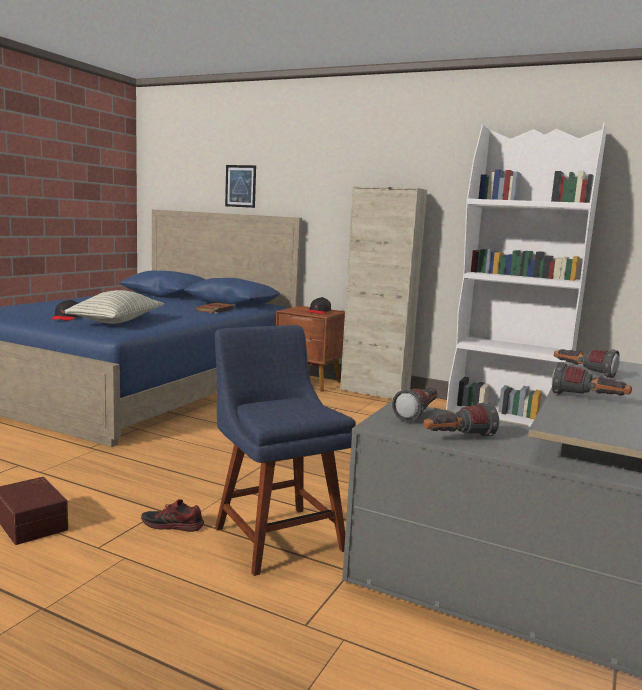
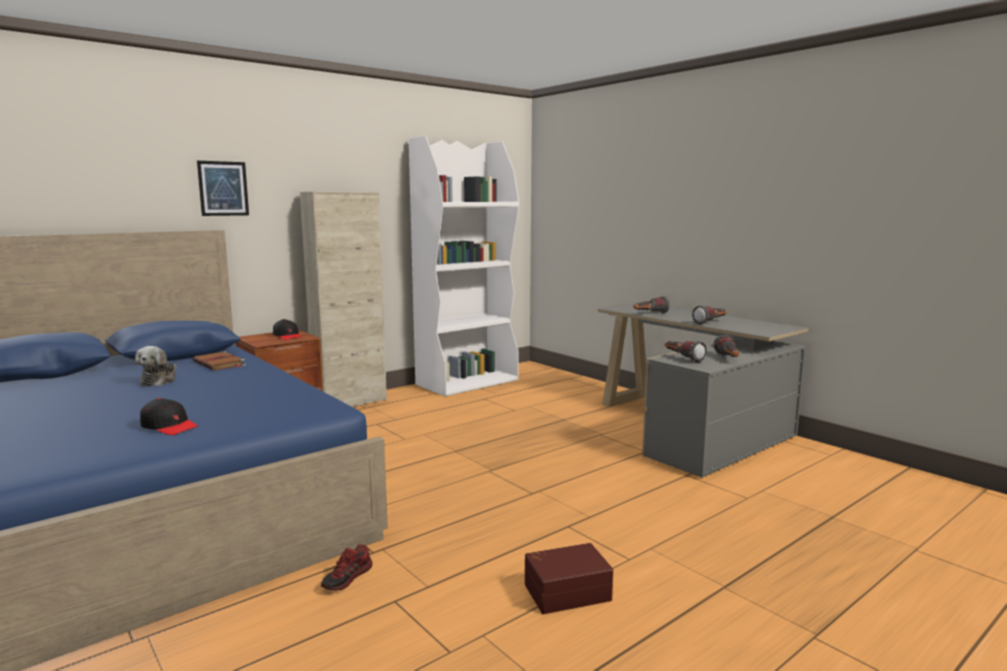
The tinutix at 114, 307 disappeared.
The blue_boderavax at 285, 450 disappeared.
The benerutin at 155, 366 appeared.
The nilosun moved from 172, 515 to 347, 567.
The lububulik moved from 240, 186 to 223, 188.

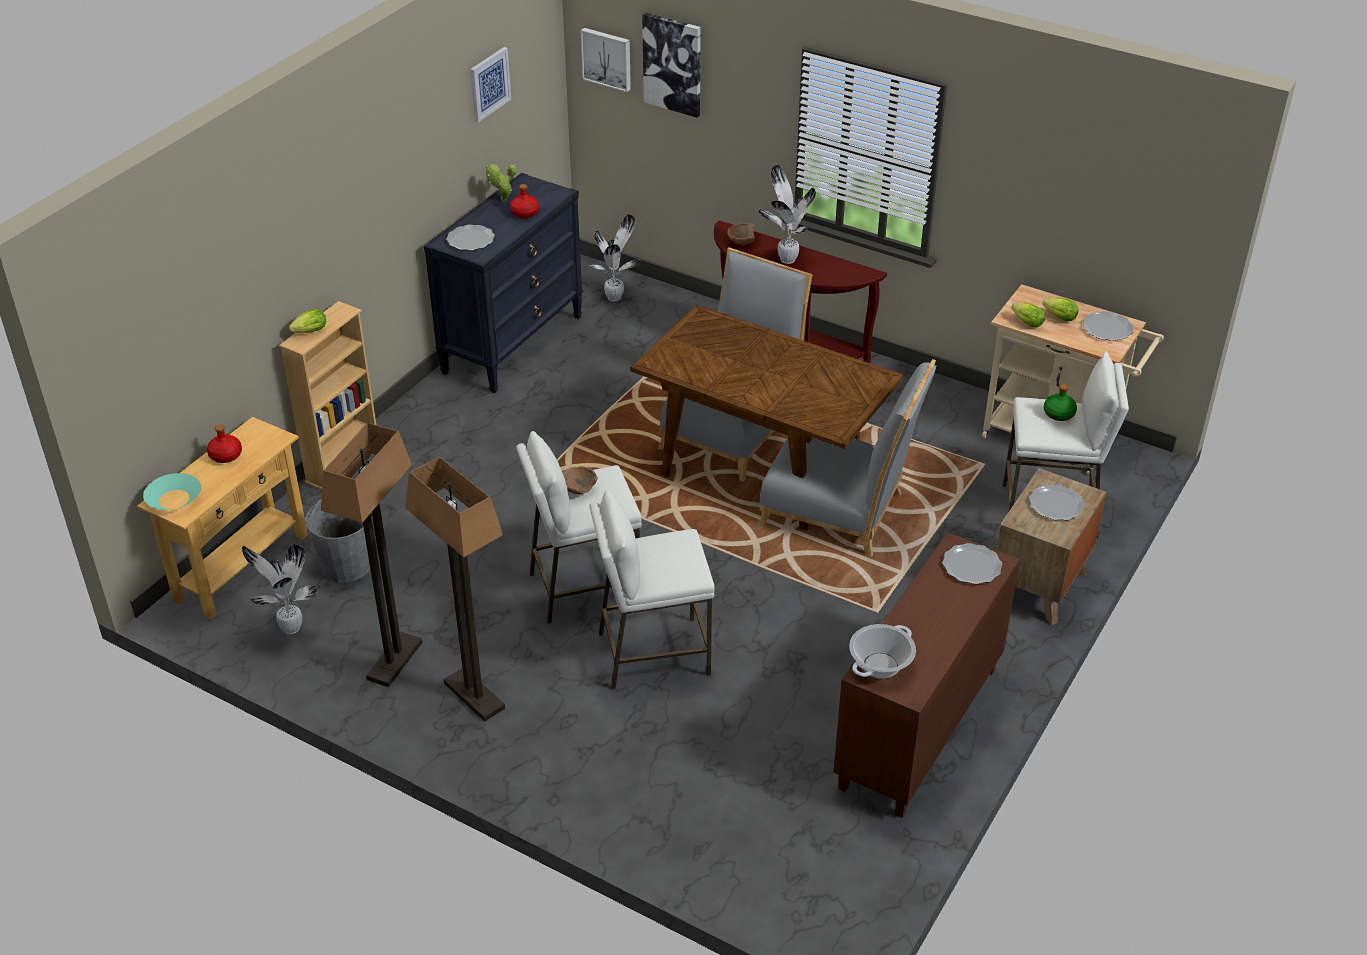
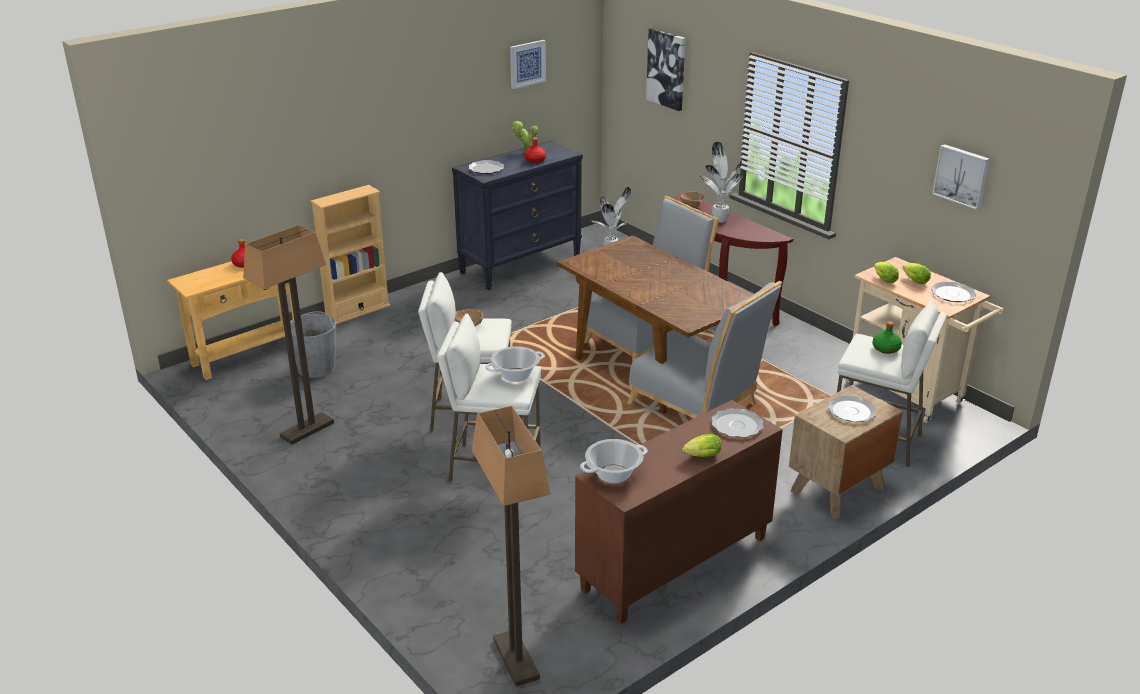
The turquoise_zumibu at 172, 491 disappeared.
The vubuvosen at 279, 589 disappeared.
The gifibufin at 515, 364 appeared.
The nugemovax moved from 307, 321 to 702, 445.
The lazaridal moved from 455, 589 to 511, 546.
The lububulik moved from 606, 60 to 961, 177.

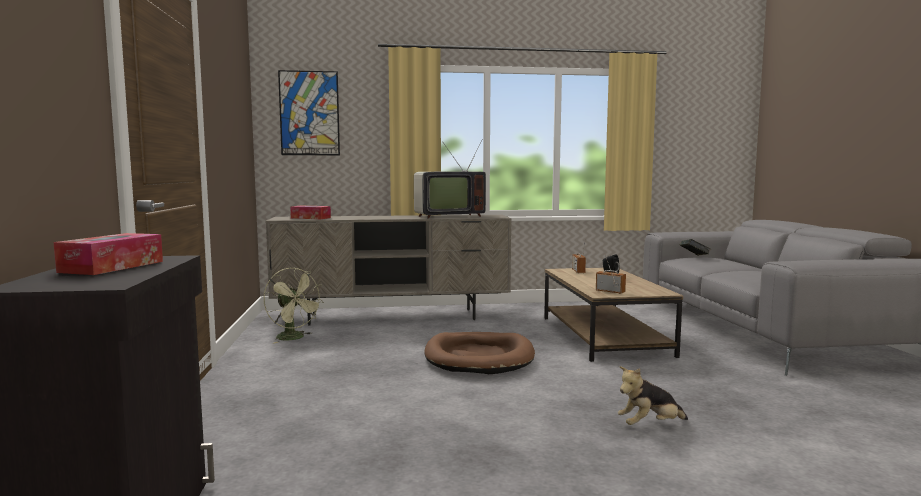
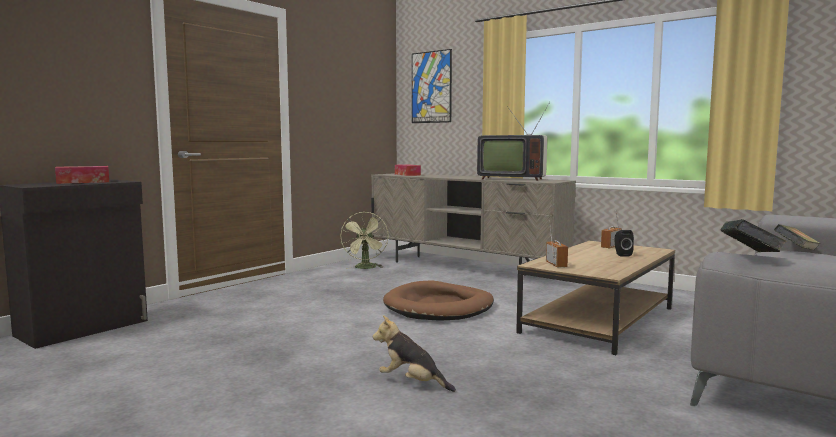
The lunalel at 754, 235 appeared.

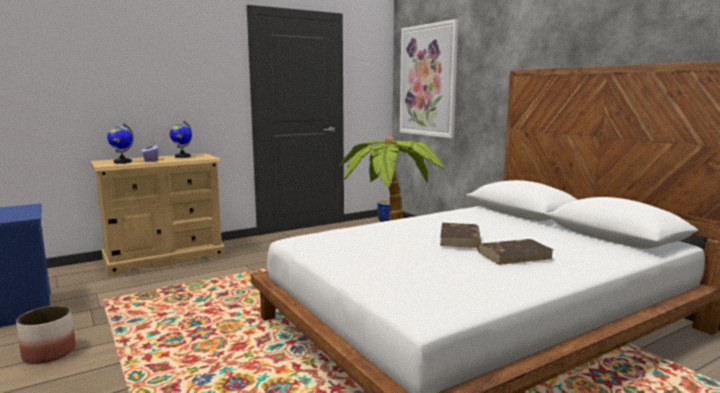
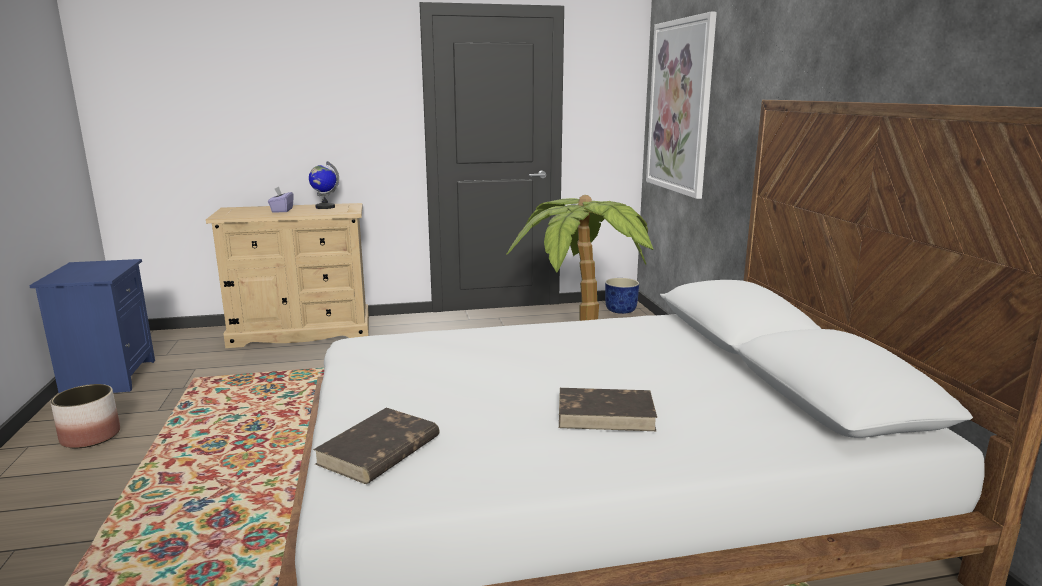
The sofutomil at 120, 143 disappeared.
The brown_lunalel moved from 460, 235 to 376, 446.

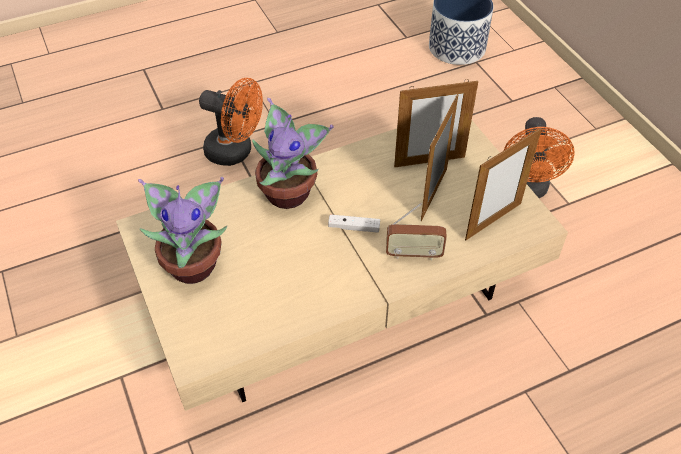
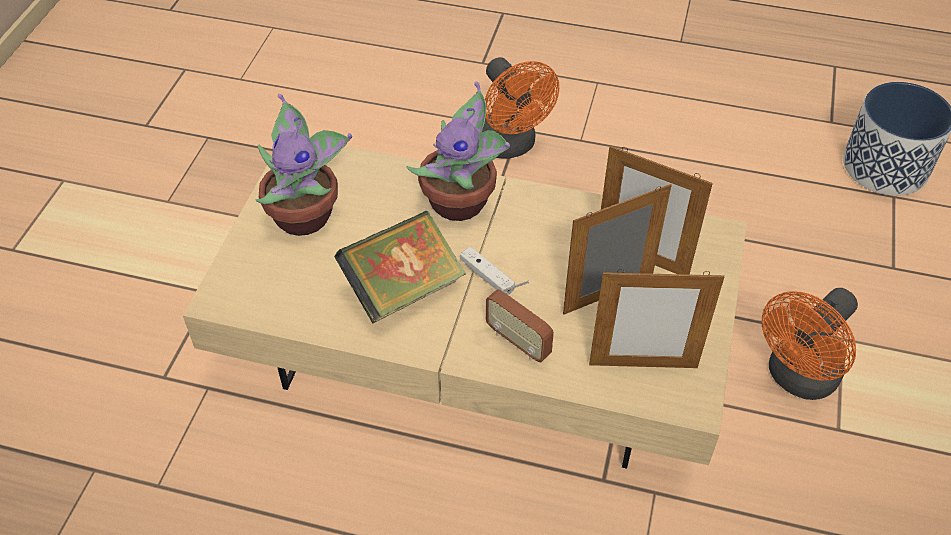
The lunalel at 400, 267 appeared.

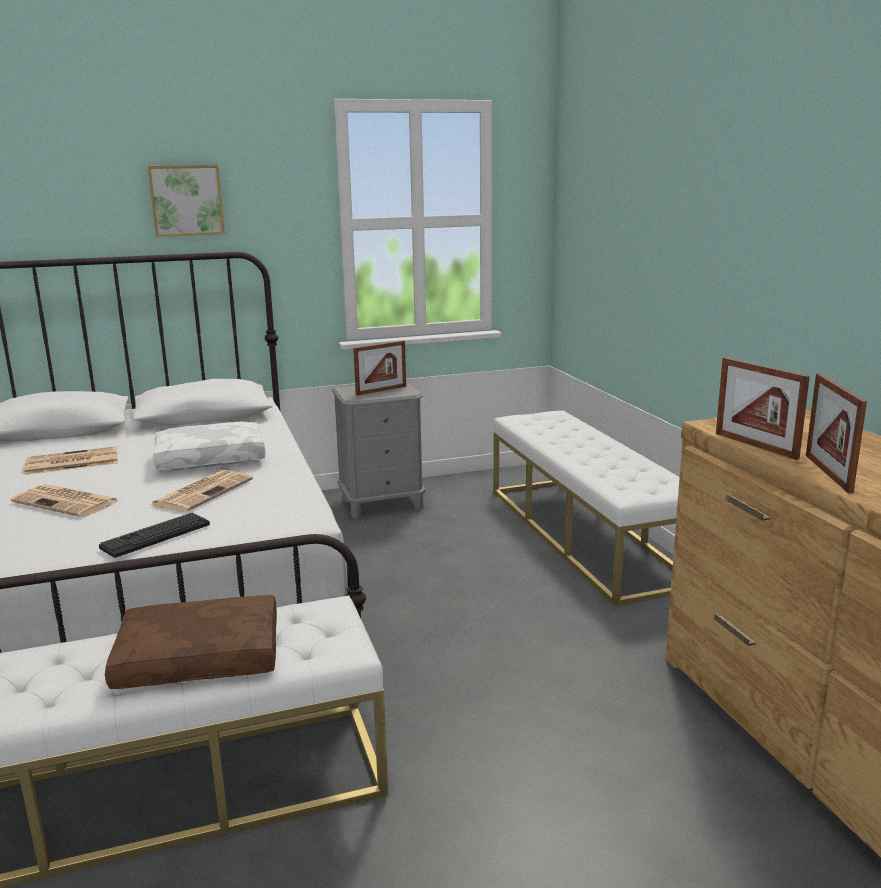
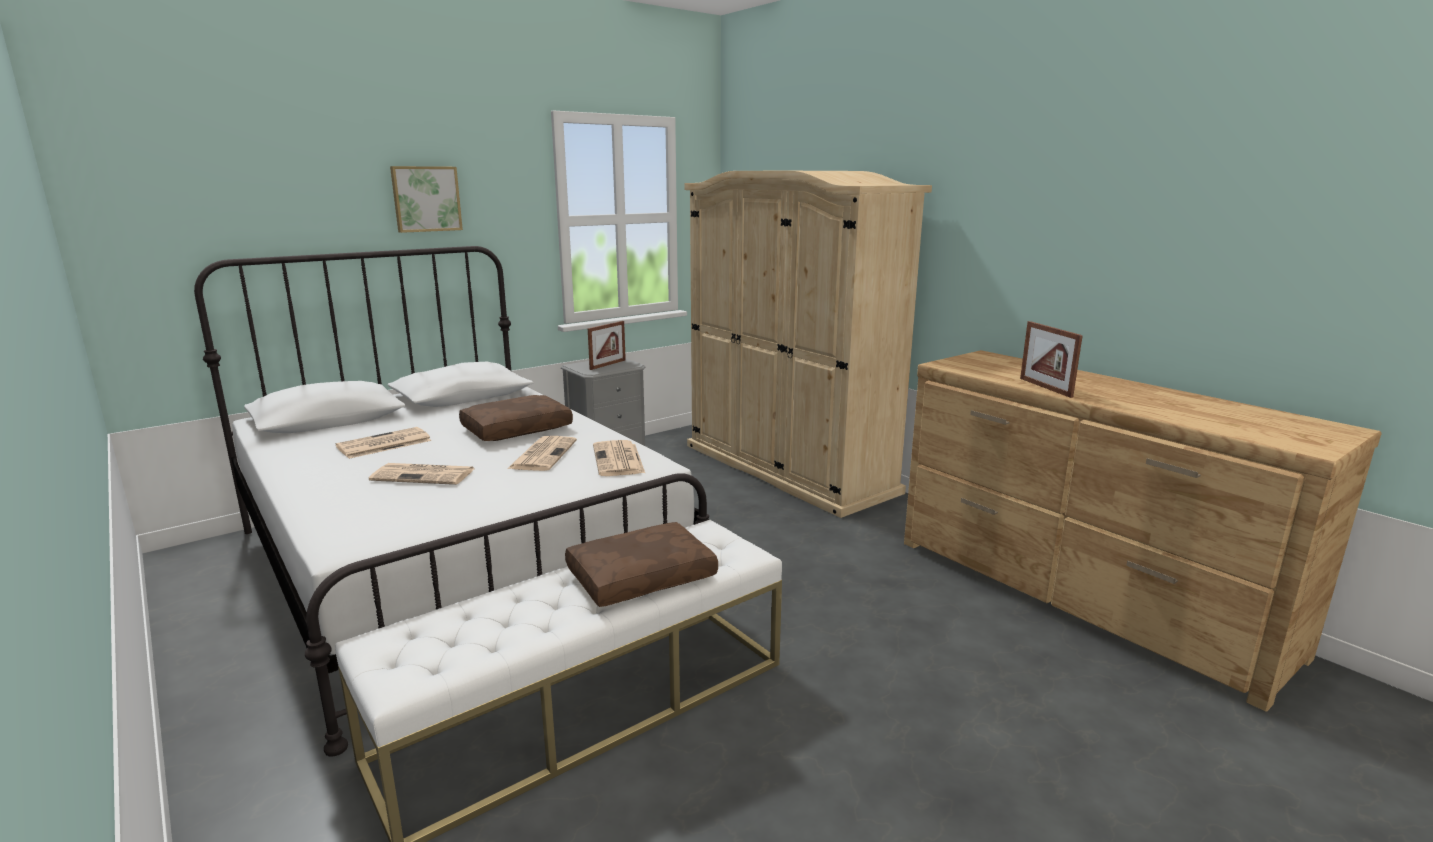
The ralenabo at 154, 535 disappeared.
The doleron at 763, 408 disappeared.
The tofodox at 619, 458 appeared.
The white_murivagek at 586, 508 was replaced by the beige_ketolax at 808, 344.
The white_tinutix at 210, 446 became the brown_tinutix at 516, 418.

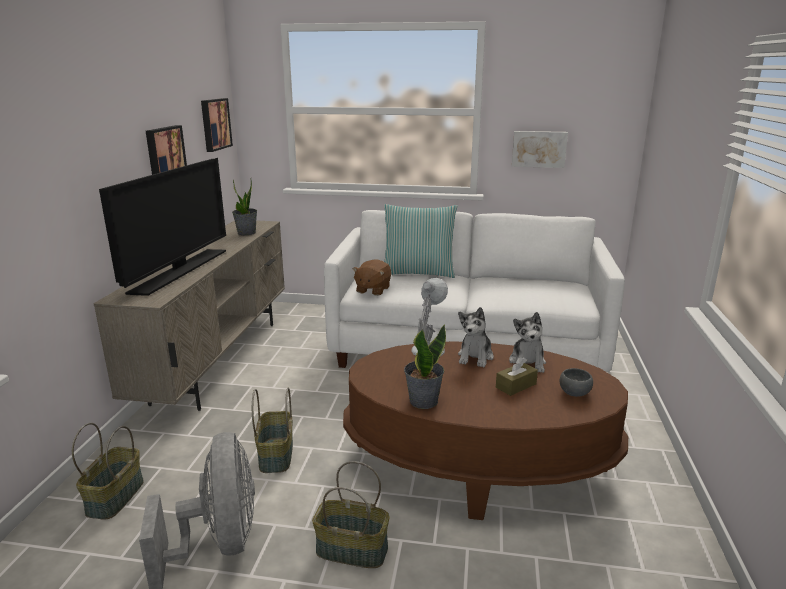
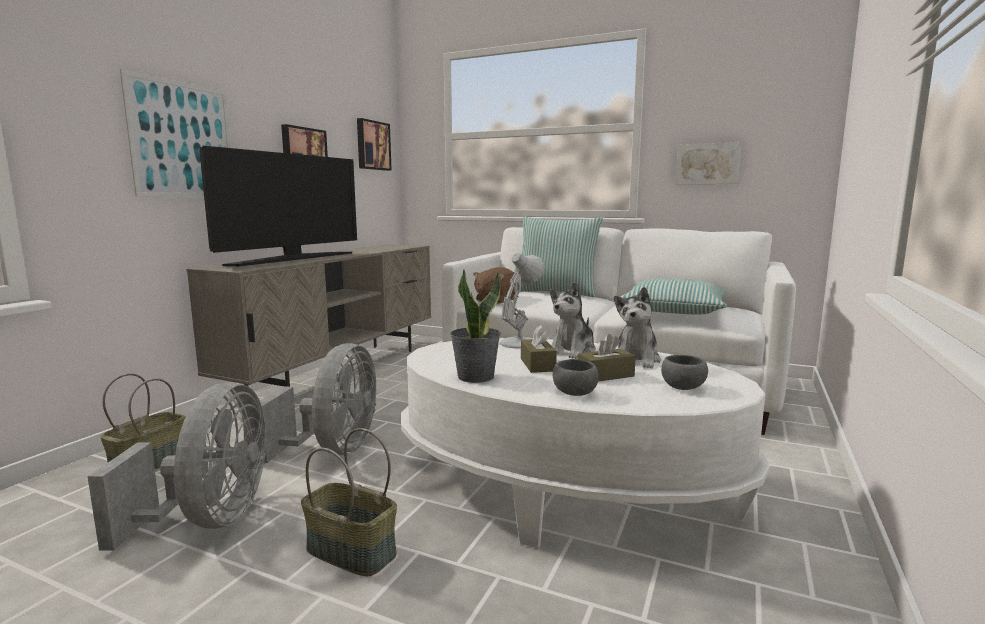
The vubuvosen at 244, 207 disappeared.
The lububulik at 175, 133 appeared.
The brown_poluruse at 539, 349 appeared.
The grey_zumibu at 576, 377 appeared.
The tinutix at 673, 296 appeared.
The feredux at 272, 430 was replaced by the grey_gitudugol at 318, 403.
The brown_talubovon at 485, 430 became the white_talubovon at 585, 443.

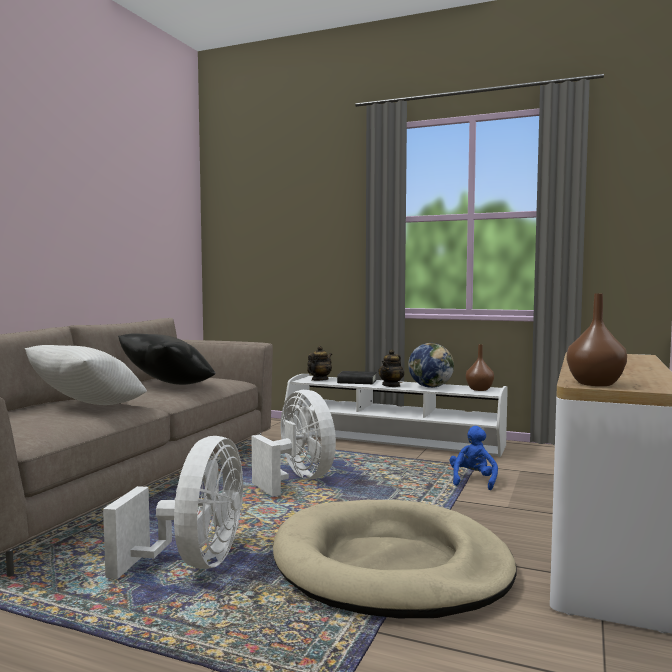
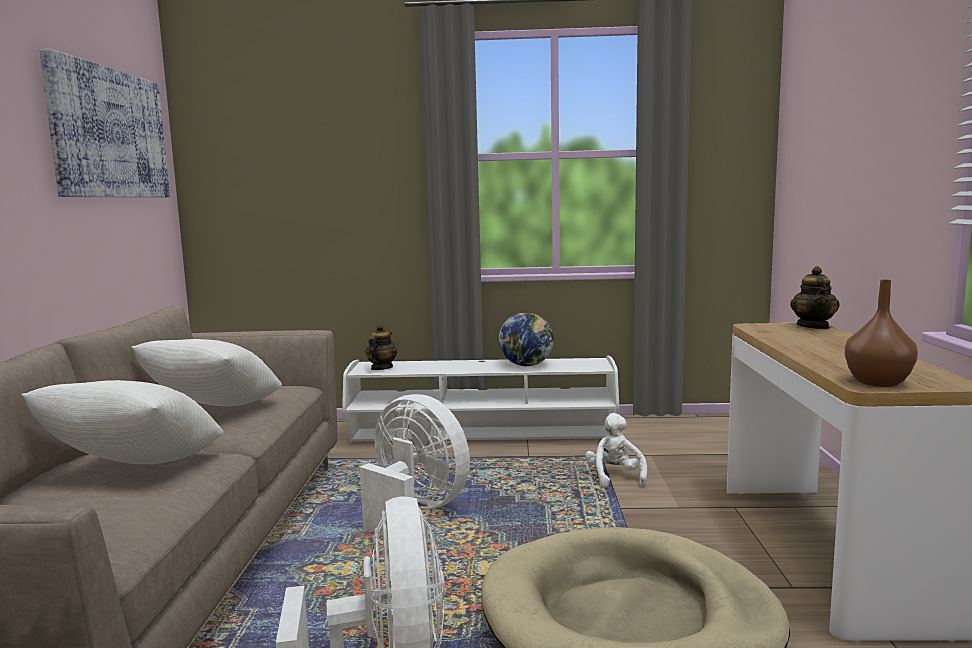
The black_lunalel at 356, 377 disappeared.
The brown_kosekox at 480, 367 disappeared.
The lububulik at 104, 123 appeared.
The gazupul moved from 391, 368 to 814, 297.
The black_tinutix at 167, 359 became the white_tinutix at 206, 372.
The blue_benerutin at 474, 458 became the white_benerutin at 616, 450.

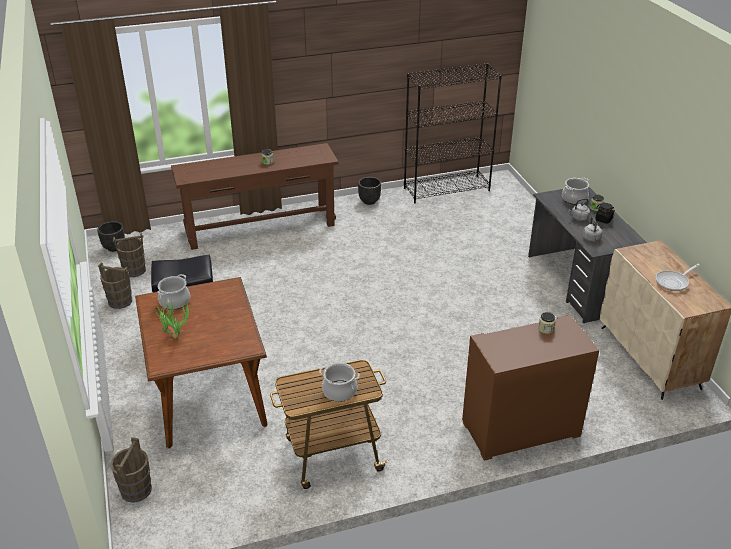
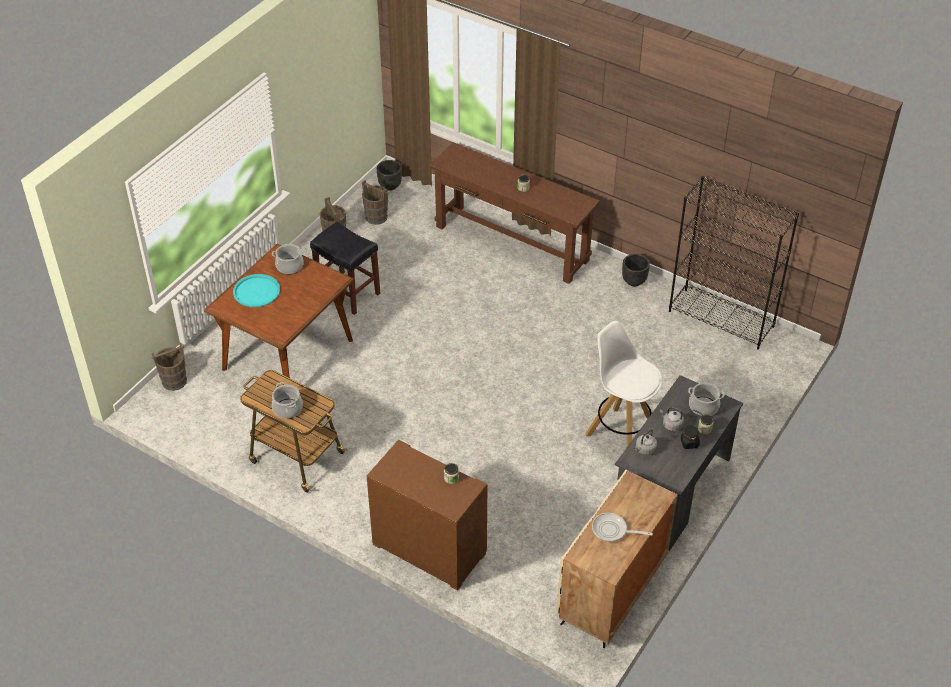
The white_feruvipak at 623, 384 appeared.
The vubuvosen at 171, 319 was replaced by the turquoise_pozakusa at 256, 290.

